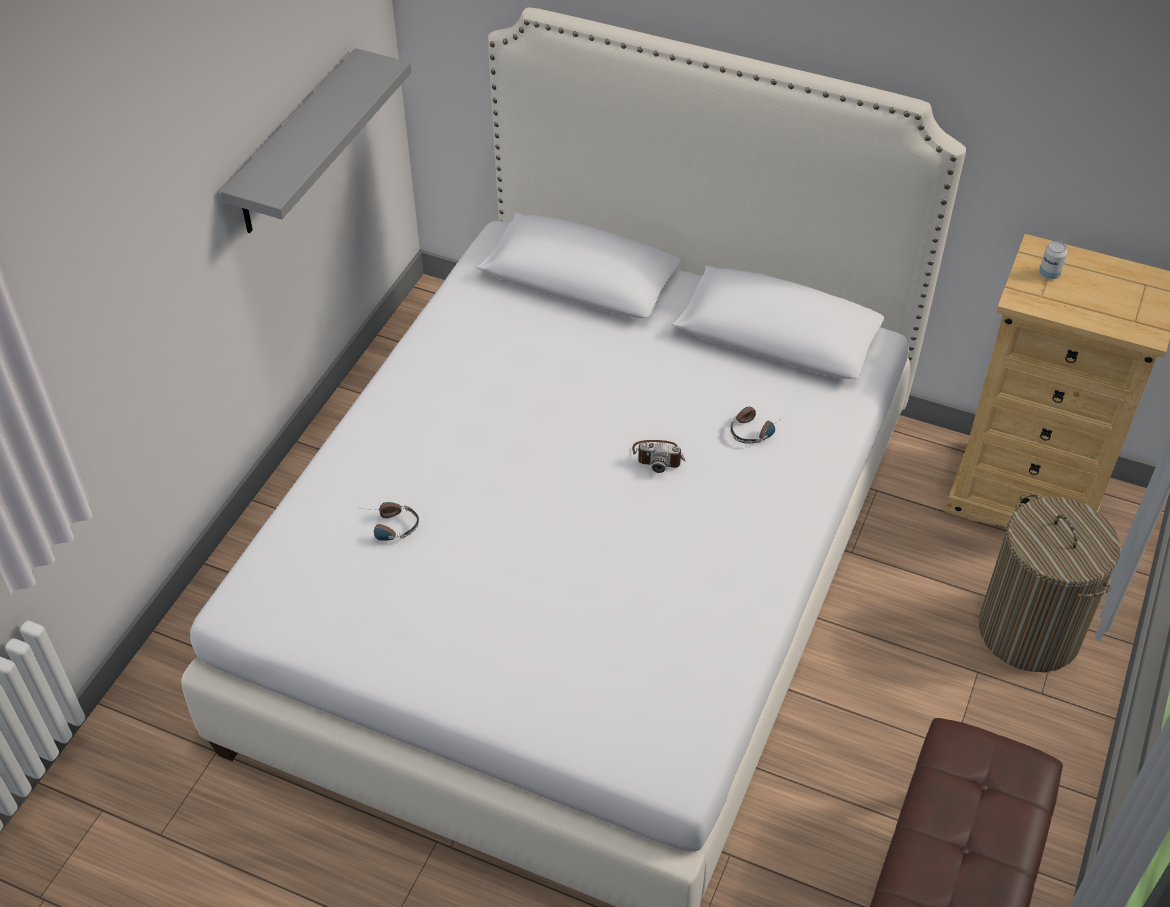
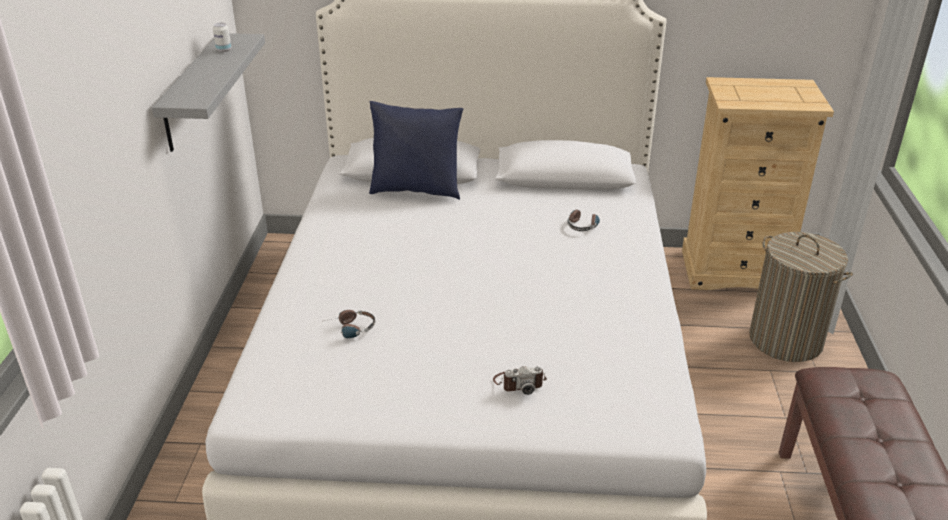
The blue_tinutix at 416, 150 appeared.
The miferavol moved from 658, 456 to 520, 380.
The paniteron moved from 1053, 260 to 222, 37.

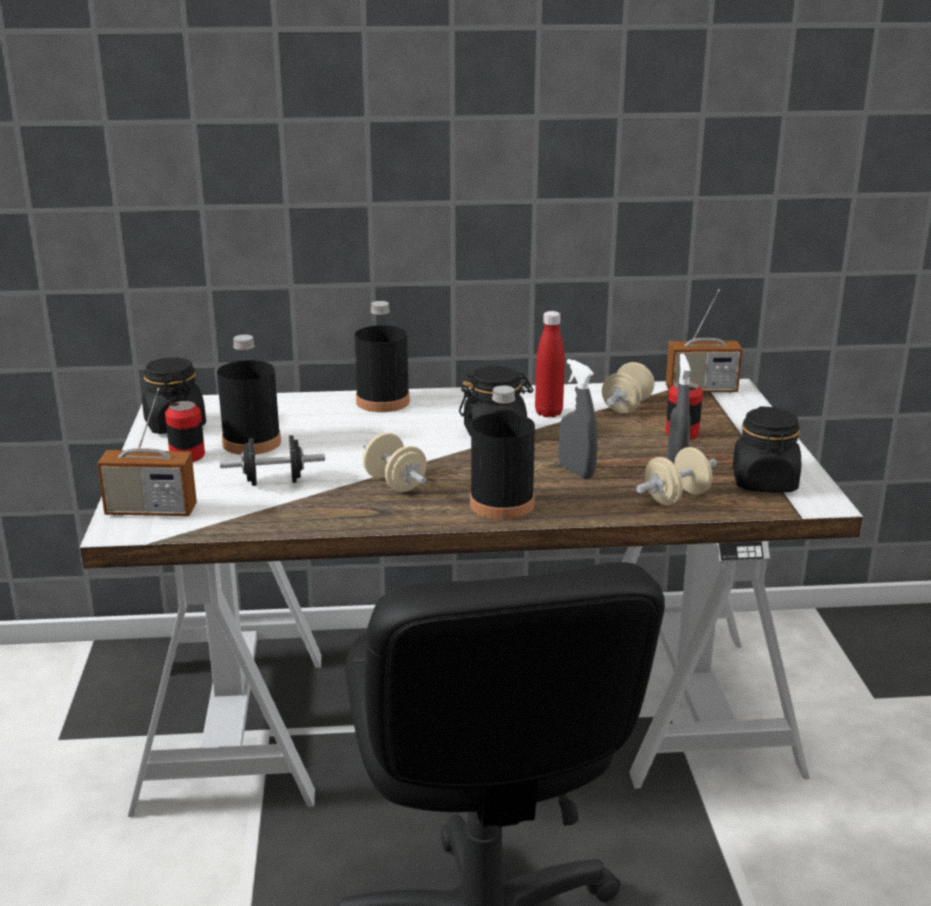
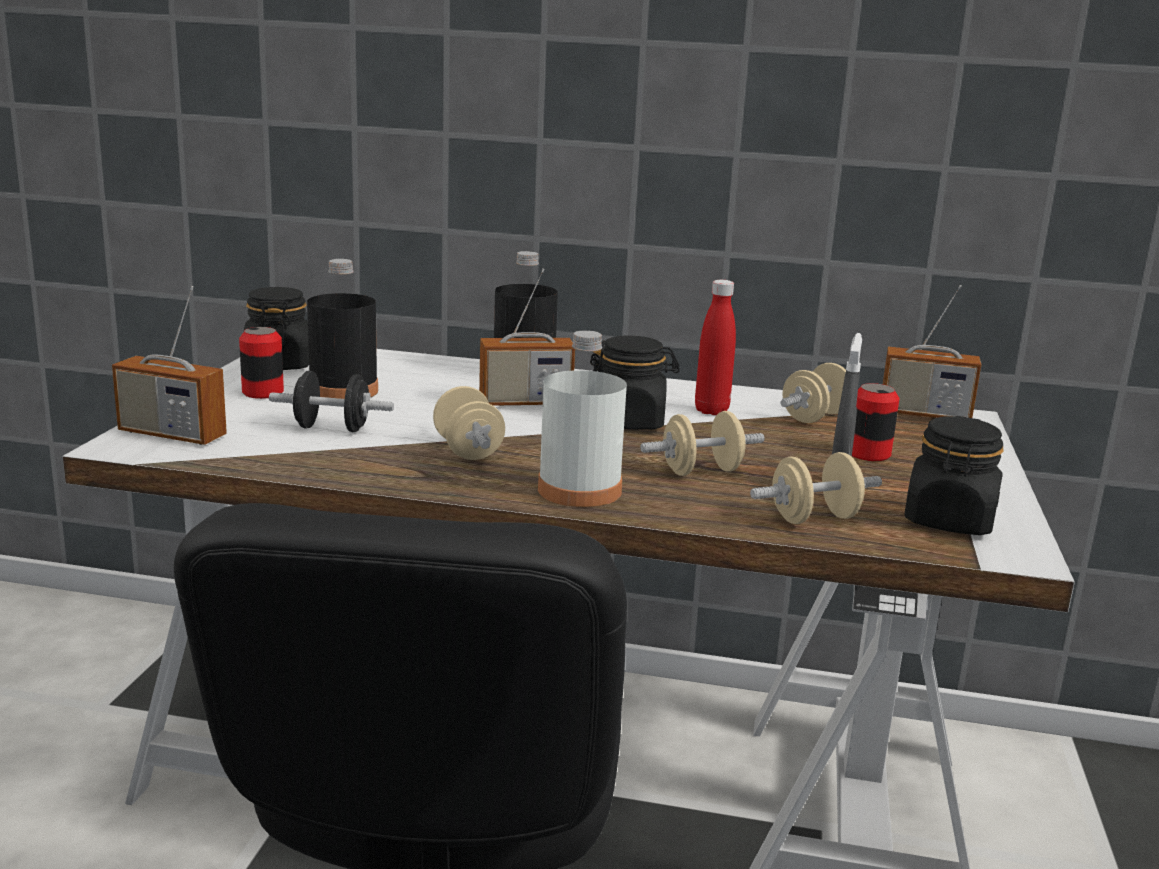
The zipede at 527, 337 appeared.
The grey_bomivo at 578, 419 was replaced by the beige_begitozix at 702, 443.
The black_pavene at 502, 452 became the white_pavene at 582, 418.

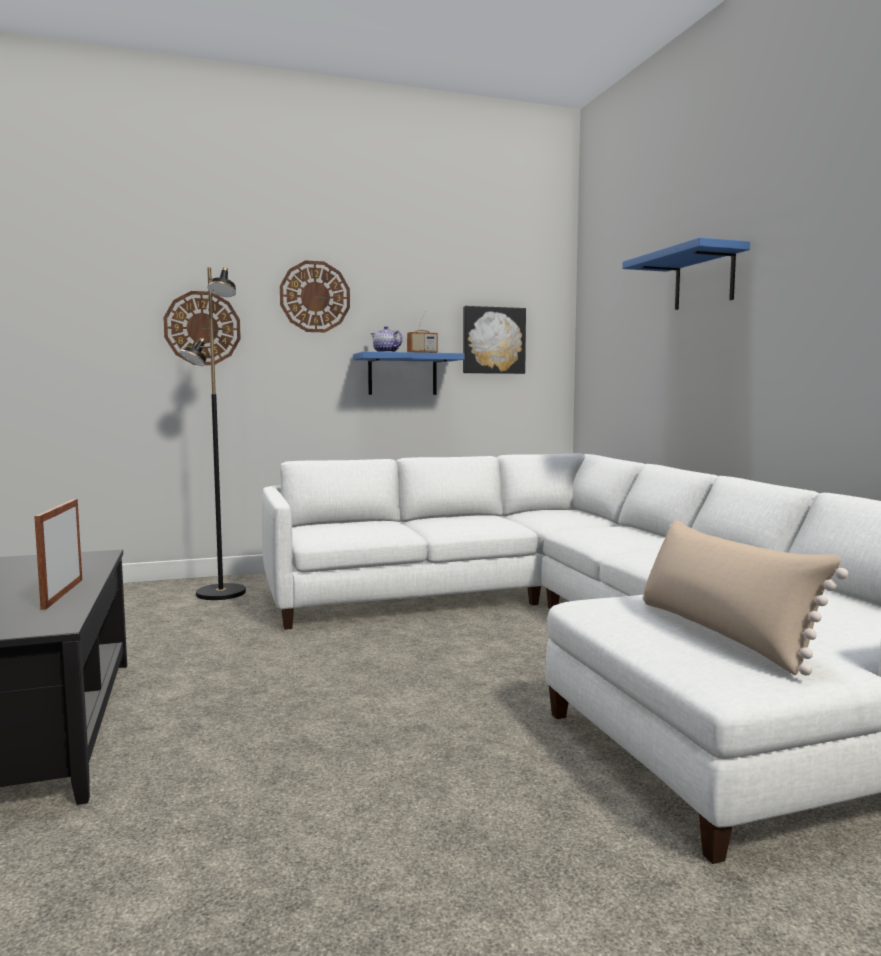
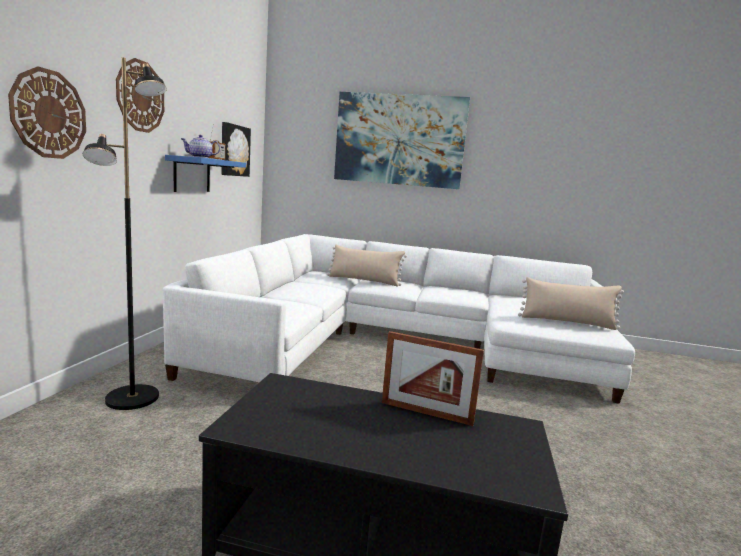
The beige_tinutix at 367, 266 appeared.
The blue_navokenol at 686, 274 was replaced by the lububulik at 402, 140.

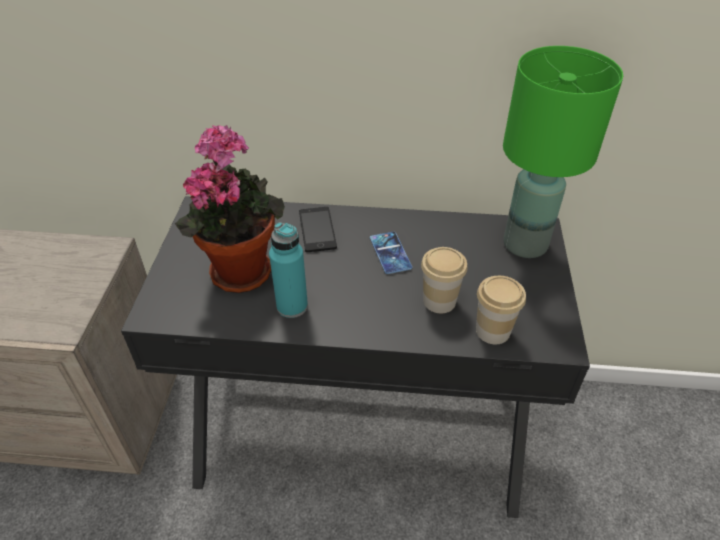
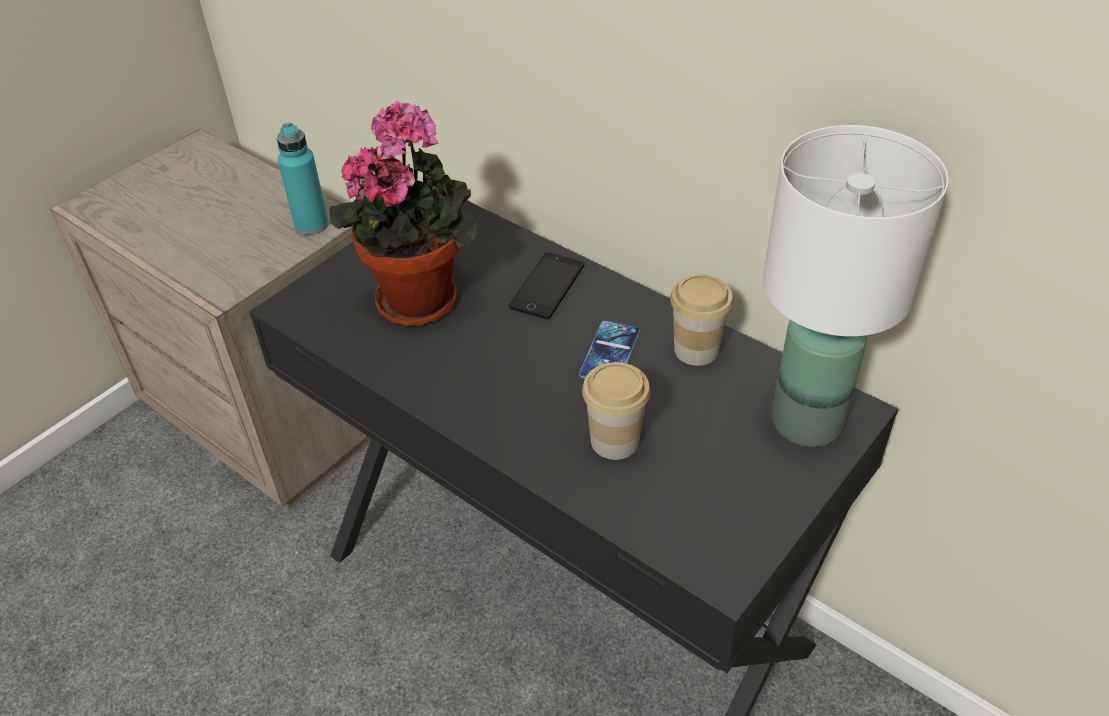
The turquoise_pavene moved from 288, 270 to 303, 179.
The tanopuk moved from 501, 310 to 701, 320.
The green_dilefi at 563, 152 became the white_dilefi at 856, 286.

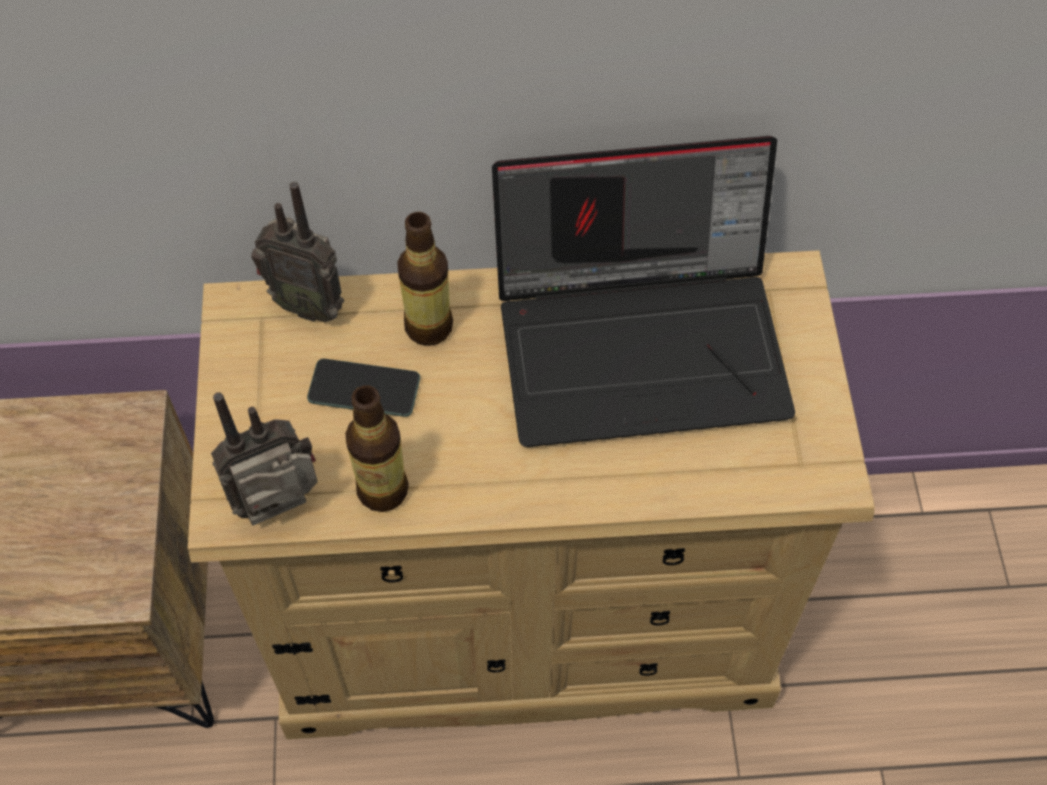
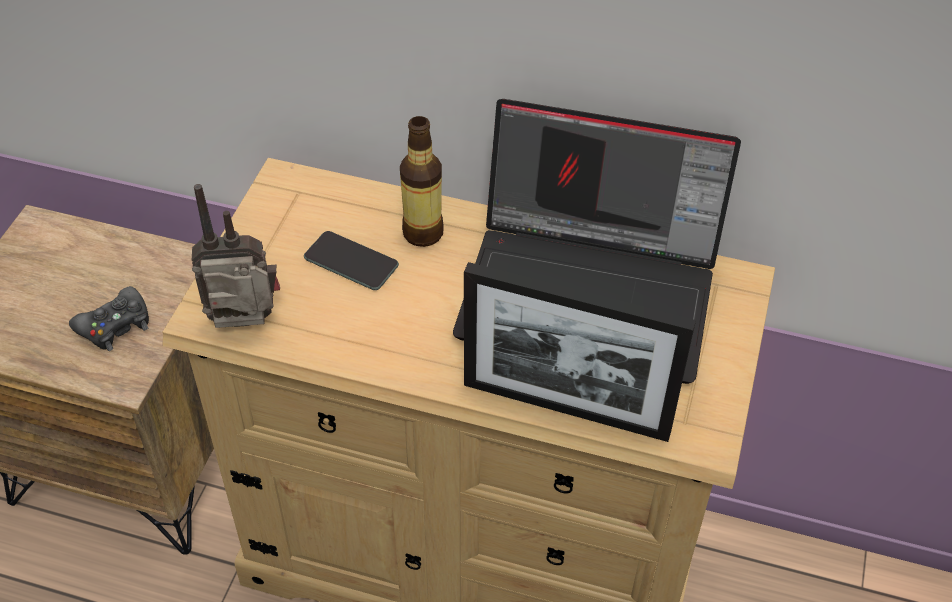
The zipede at 297, 252 disappeared.
The pavene at 377, 448 disappeared.
The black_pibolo at 109, 318 appeared.
The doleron at 580, 352 appeared.

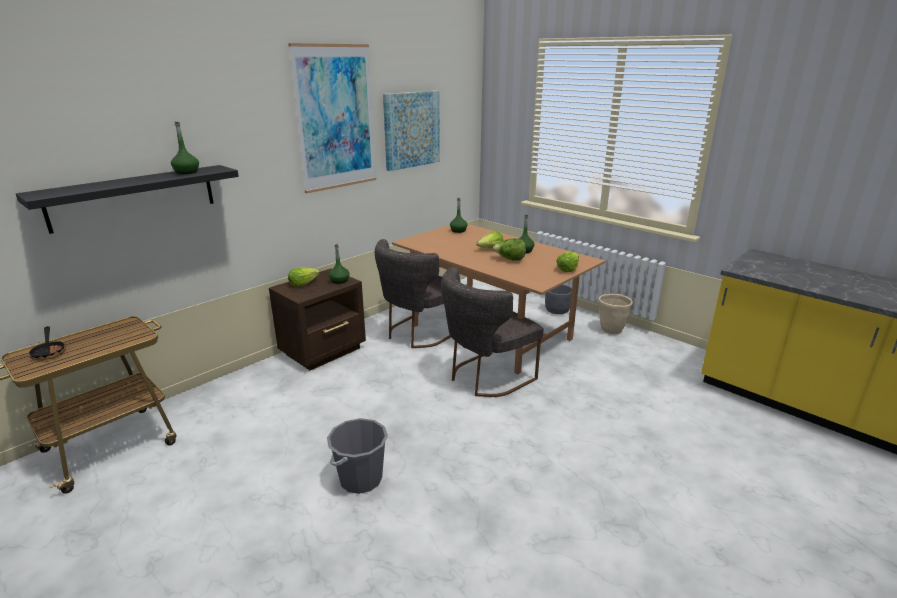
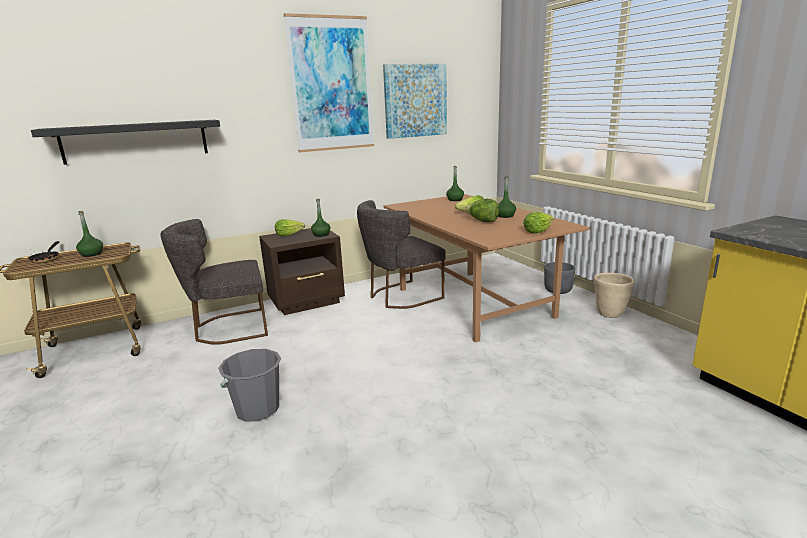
The green_pavene moved from 185, 147 to 89, 234.
The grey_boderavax moved from 492, 332 to 214, 282.

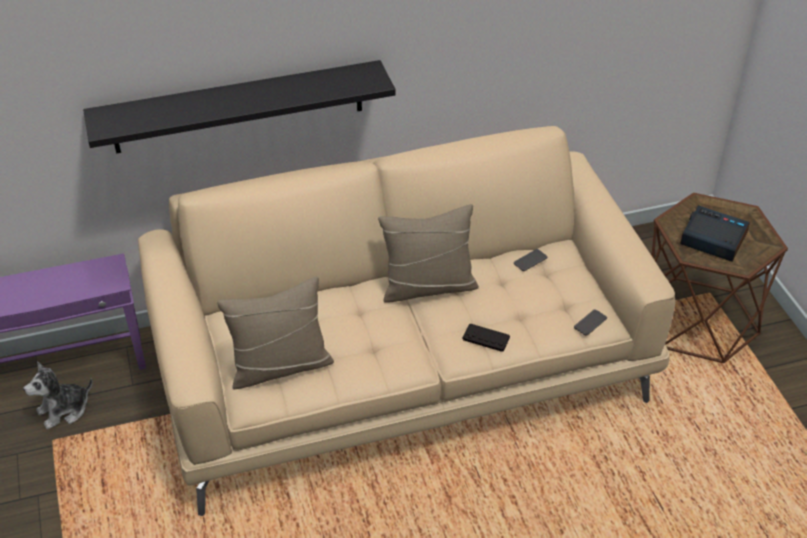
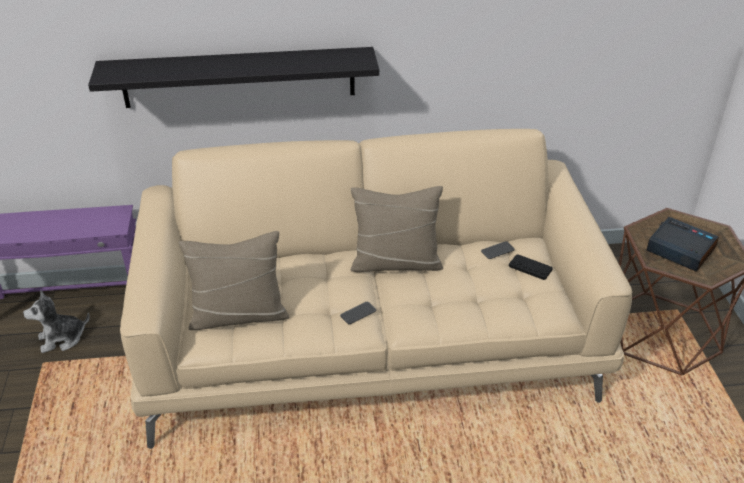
The black_pibolo moved from 486, 338 to 531, 267.
The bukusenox moved from 590, 322 to 358, 313.

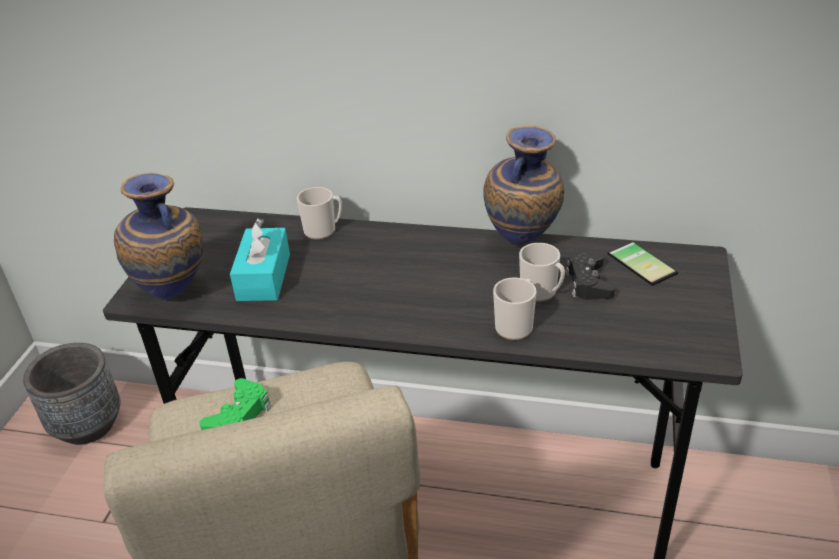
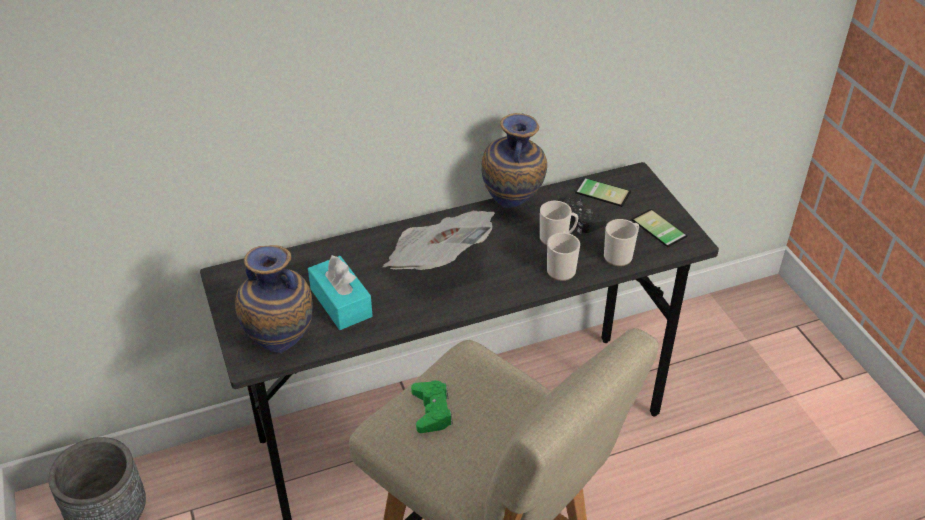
The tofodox at 439, 240 appeared.
The bukusenox at 659, 228 appeared.
The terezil moved from 319, 213 to 621, 242.

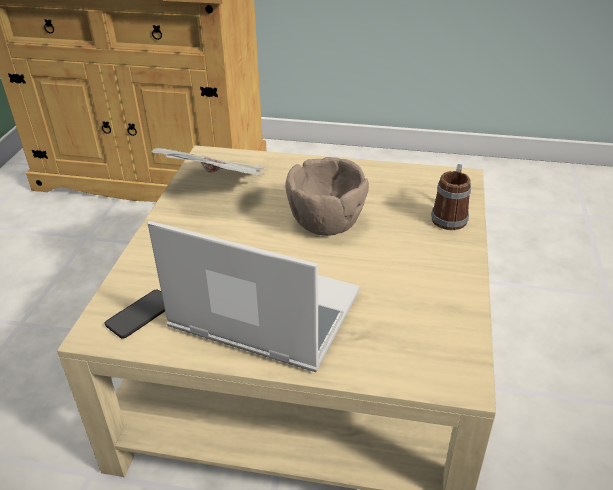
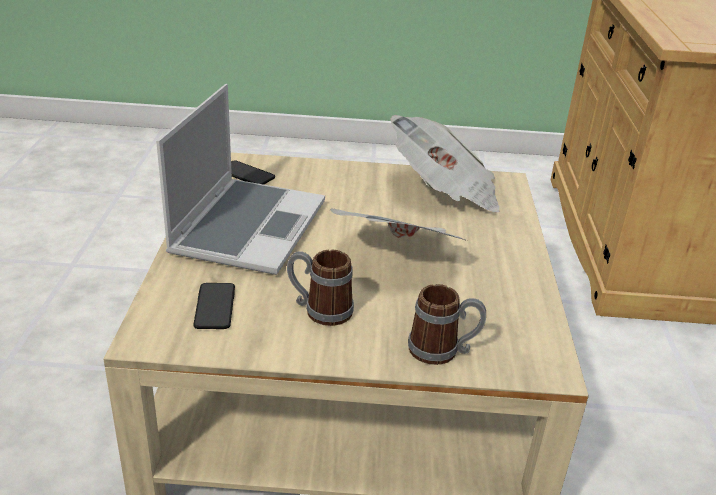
The bukusenox at 214, 306 appeared.
The terezil at 320, 288 appeared.
The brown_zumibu at 327, 196 was replaced by the tofodox at 398, 225.

